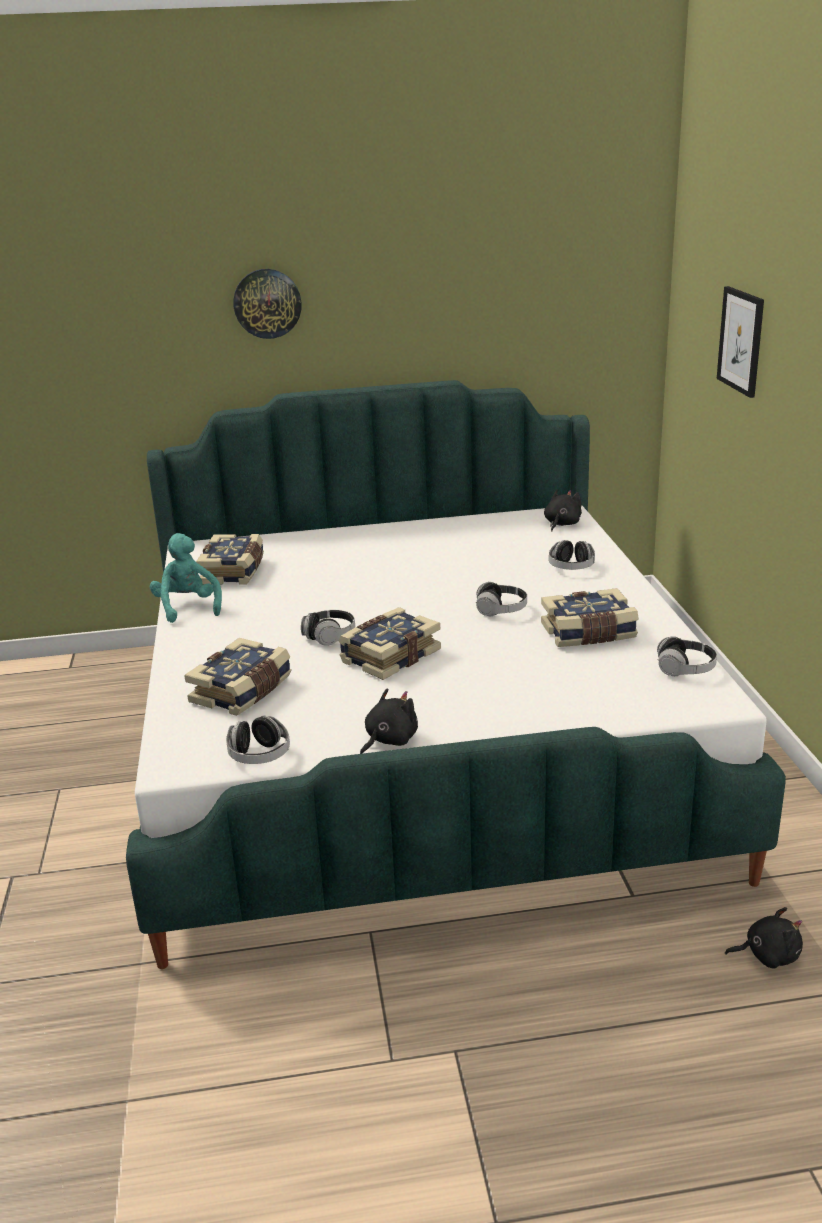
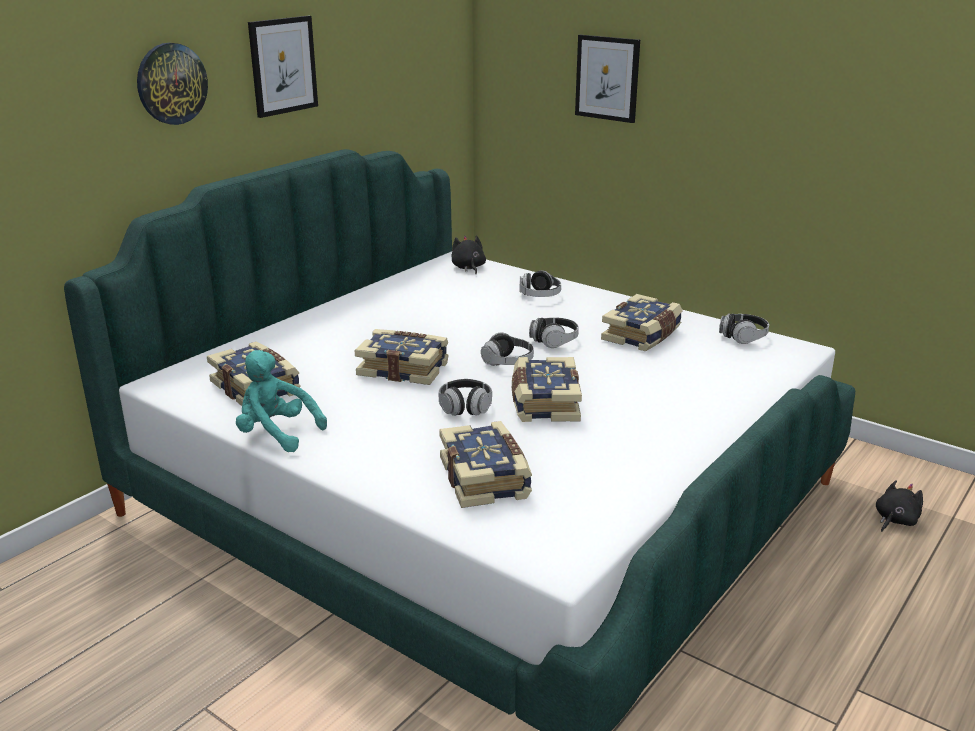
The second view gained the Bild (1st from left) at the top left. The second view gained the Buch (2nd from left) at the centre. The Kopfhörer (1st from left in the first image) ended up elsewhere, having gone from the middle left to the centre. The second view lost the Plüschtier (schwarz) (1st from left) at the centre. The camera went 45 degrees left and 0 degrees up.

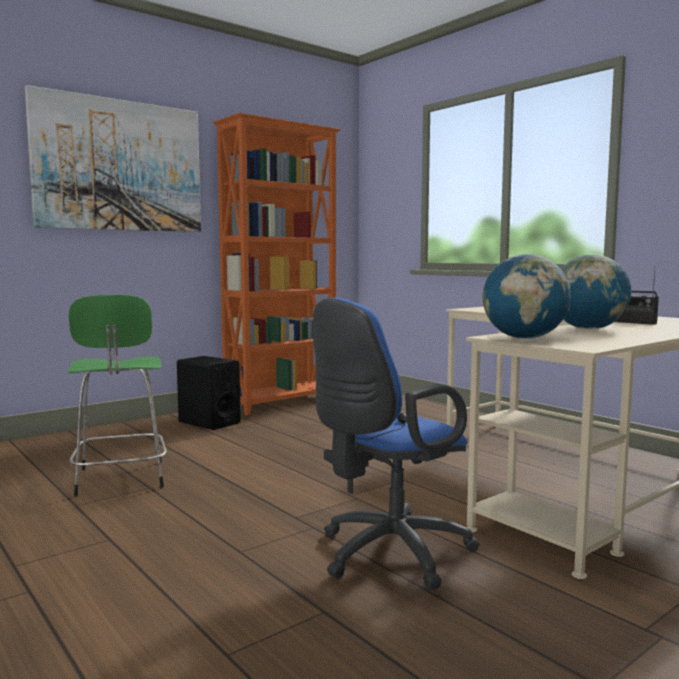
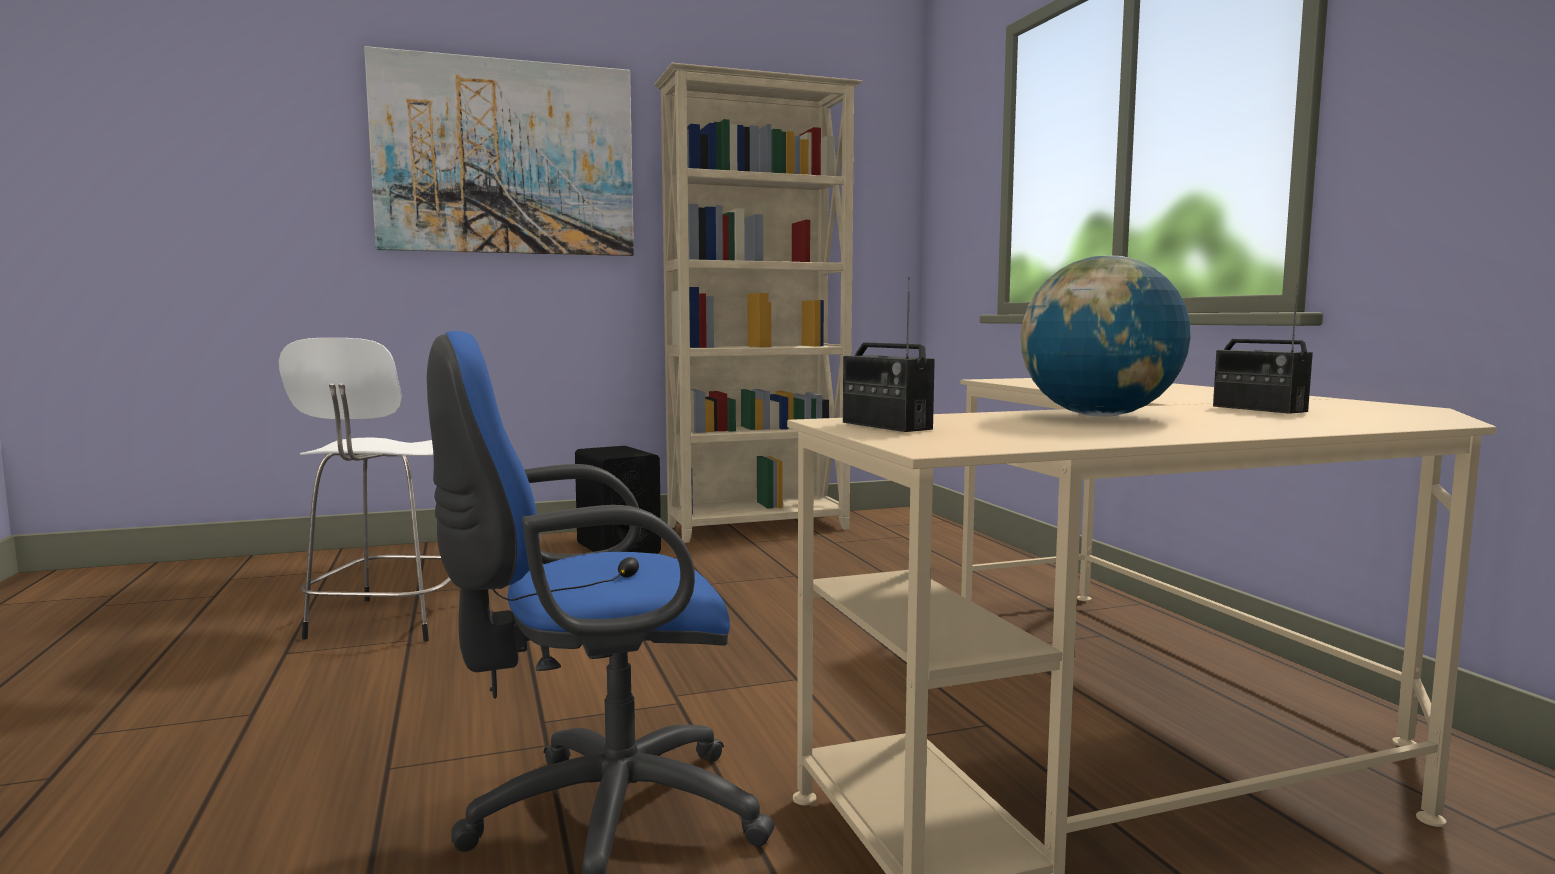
What was the Hocker (grün) at the middle left turned into the Hocker (weiß) at the middle left. What was the Bücherregal (orange) at the centre turned into the Bücherregal (beige) at the centre. Where the Globus (1st from left) stood at the middle right, the Radio (1st from left) came to stand at the centre. The camera went 20 degrees right and 0 degrees up.

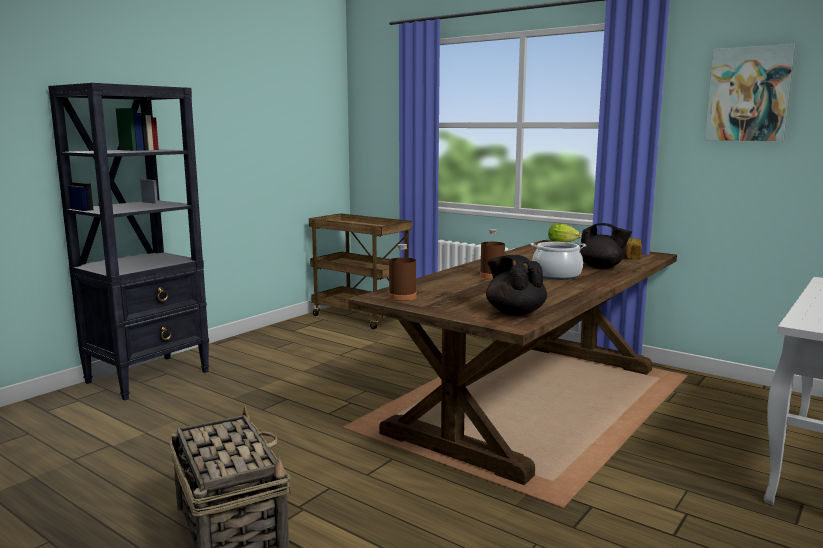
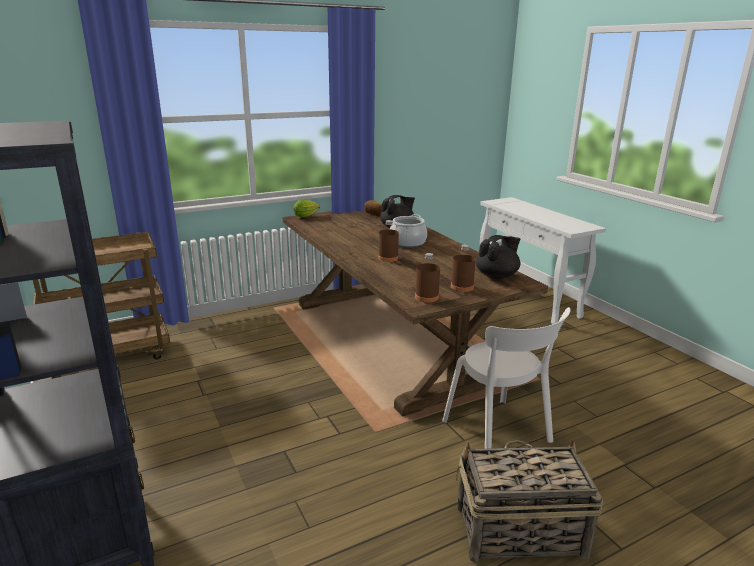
The second view gained the Stuhl (weiß) at the bottom right. The second view gained the Flasche (braun) (3rd from left) at the centre. The Teekanne (schwarz) (1st from left in the first image) at the centre ended up facing another way, 150 degrees clockwise from before. The second view lost the Bild at the top right. The camera went 65 degrees left and 10 degrees up.

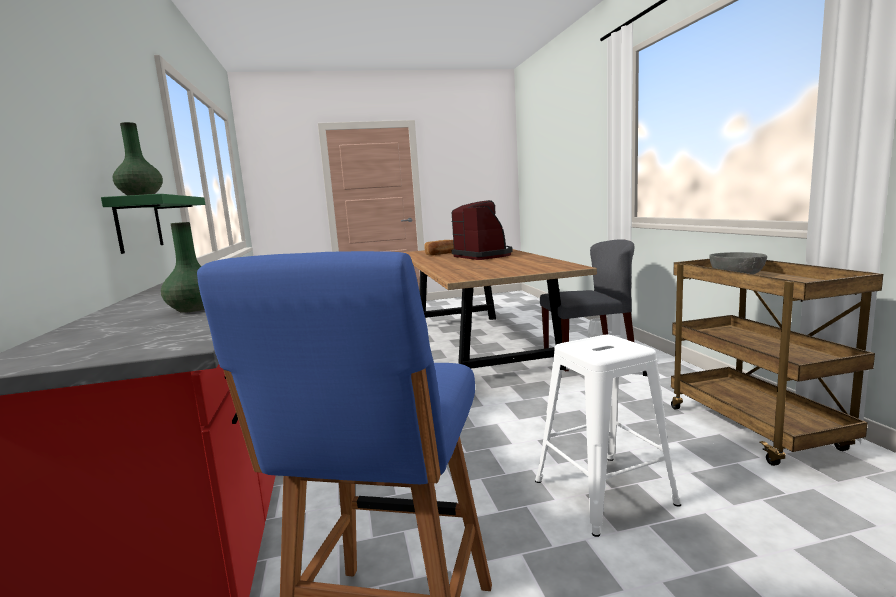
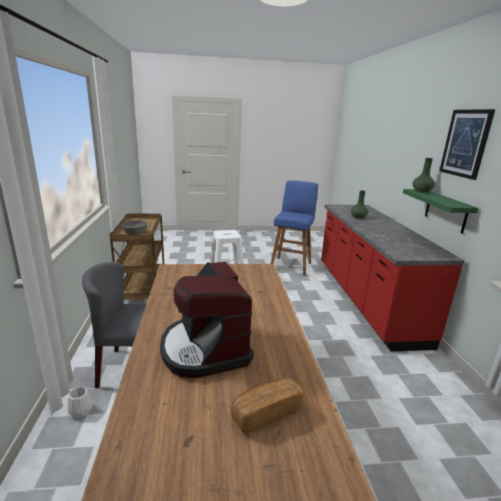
The second view gained the Bild at the top right. The camera went 175 degrees left and 10 degrees up.

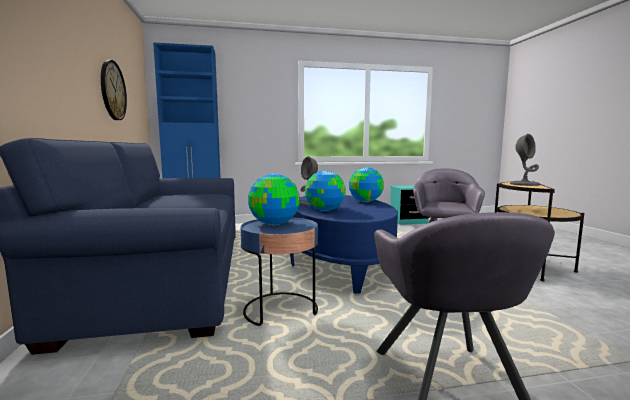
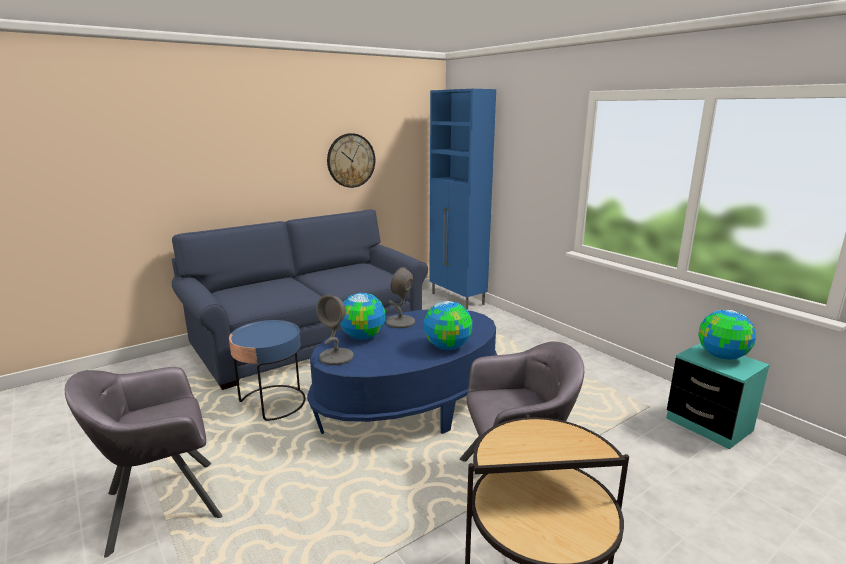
The Tischlampe (grau) (2nd from left in the first image) ended up elsewhere, having gone from the middle right to the centre. The Globus (1st from left in the first image) ended up elsewhere, having gone from the centre to the middle right. The camera went 65 degrees right and 10 degrees up.

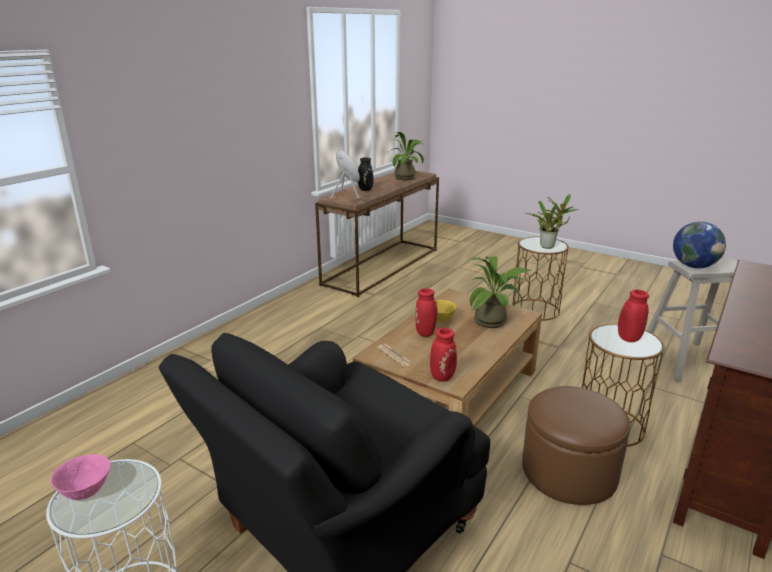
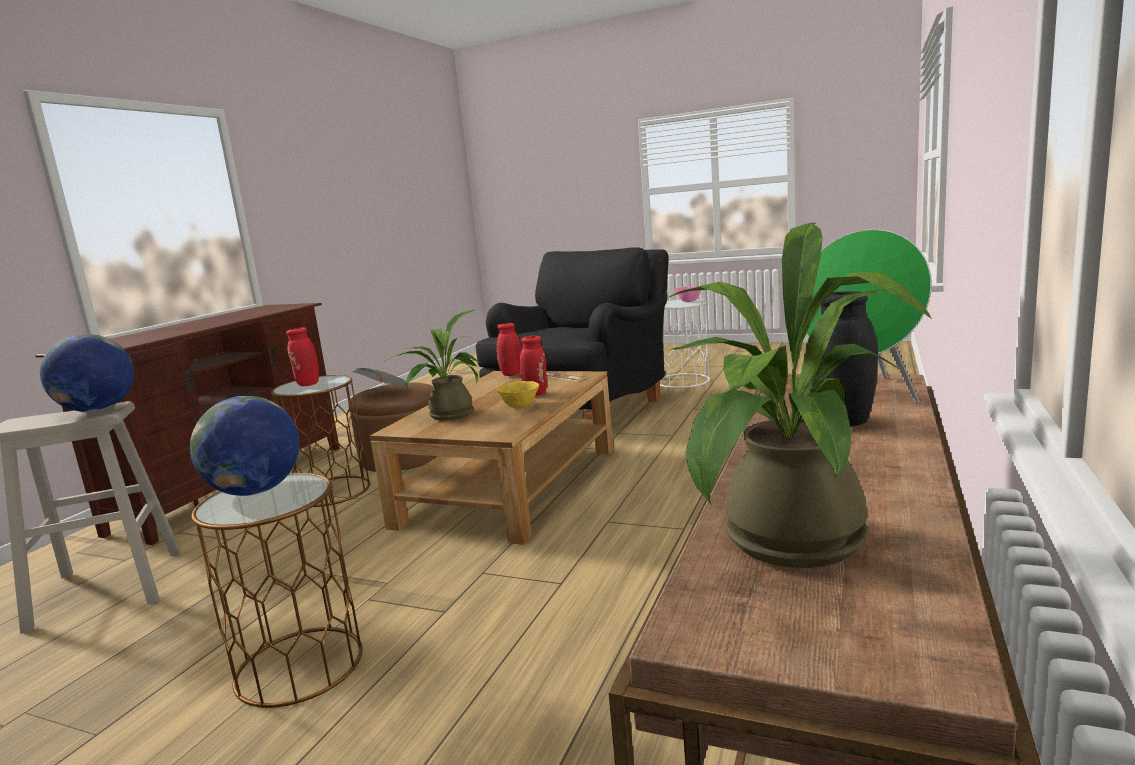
Where the Topfpflanze (3rd from left) stood at the middle right, the Globus (2nd from left) came to stand at the middle left. The second view gained the Zeitung (1st from left) at the centre. The camera went 170 degrees right and 10 degrees down.

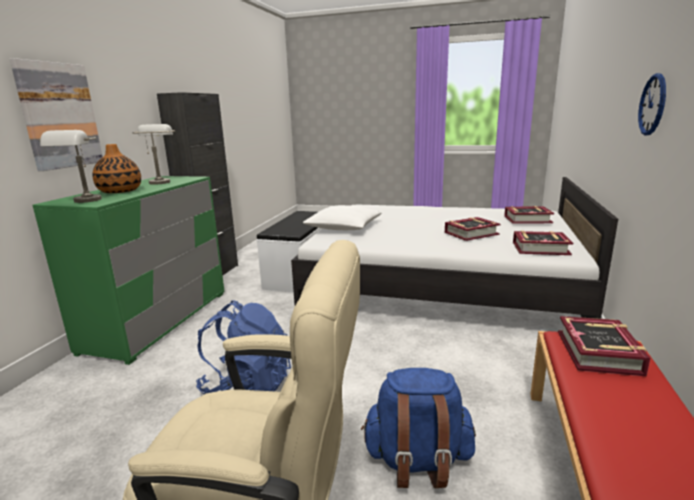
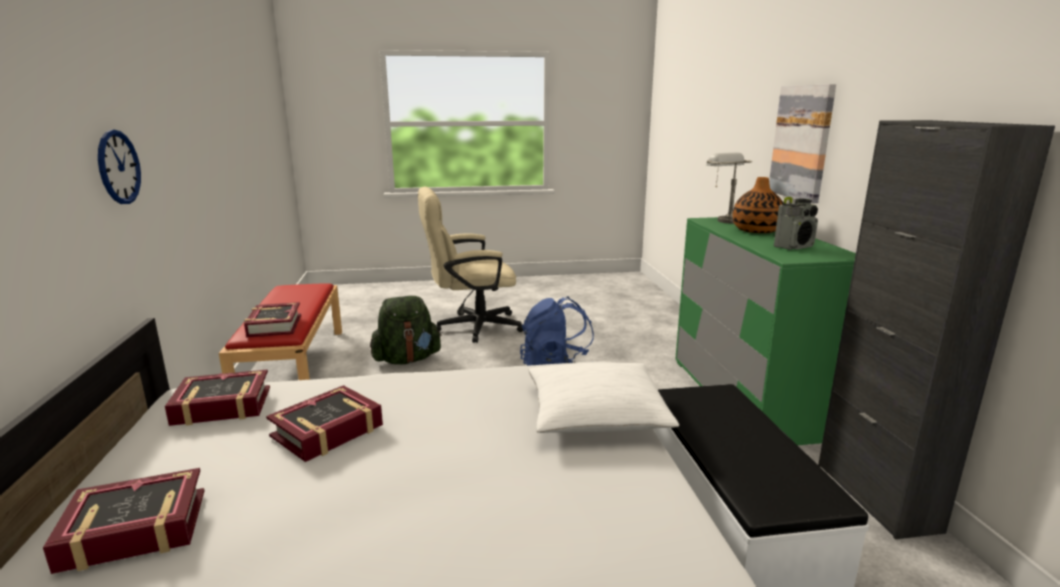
What was the Rucksack (blau) (2nd from left) at the bottom centre turned into the Rucksack (grün) at the centre. Where the Tischlampe (grau) (2nd from left) stood at the top left, the Radio came to stand at the middle right. The camera went 155 degrees right and 0 degrees up.

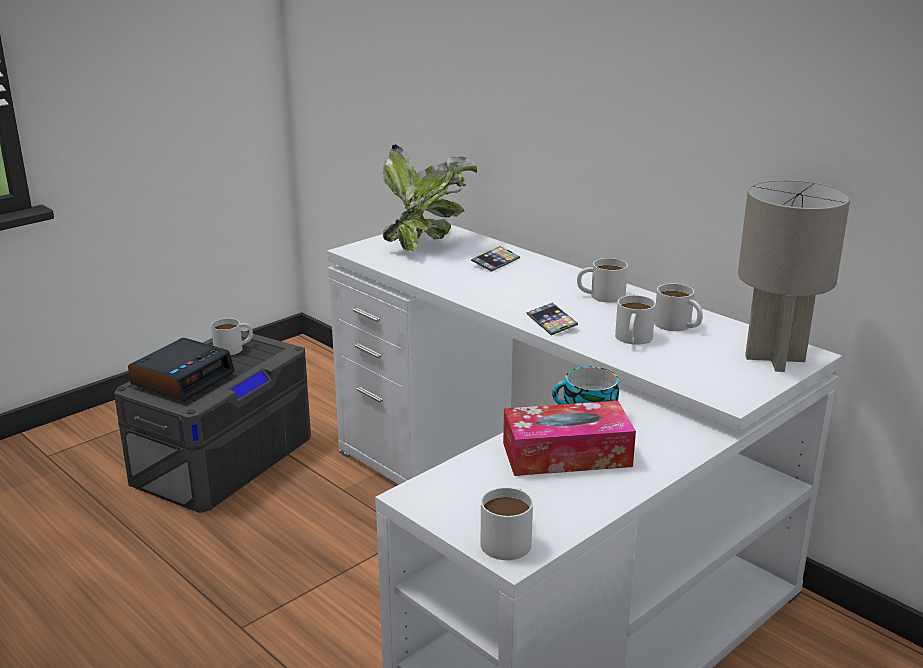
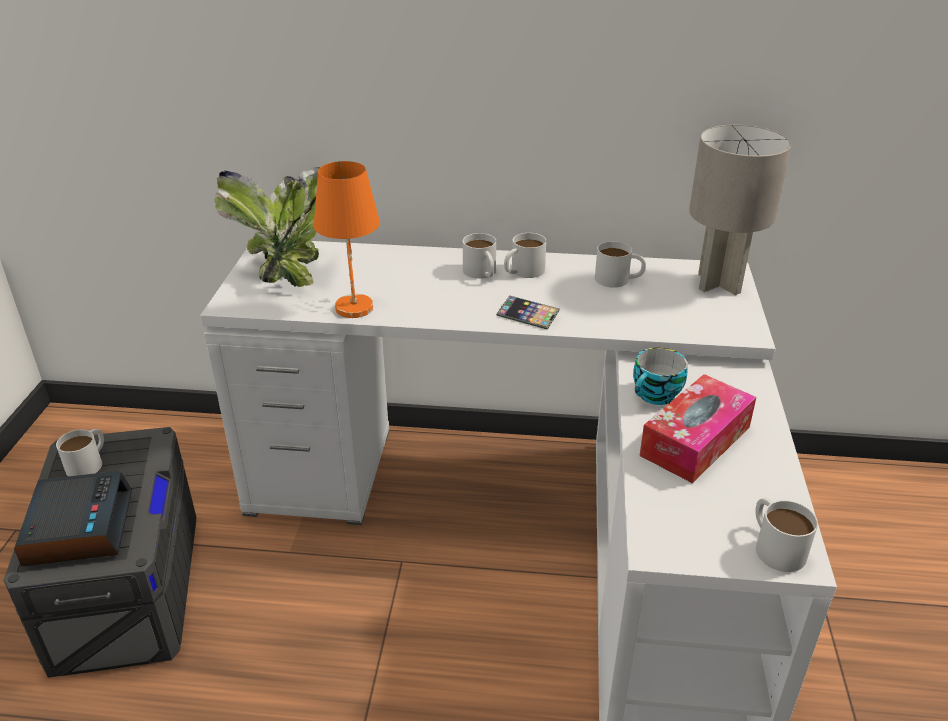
The second view gained the Tischlampe (orange) at the top centre. The Henkelbecher (weiß) (4th from left in the first image) ended up elsewhere, having gone from the middle right to the centre. The second view lost the Handy (1st from left) at the centre. The camera went 40 degrees left and 10 degrees up.

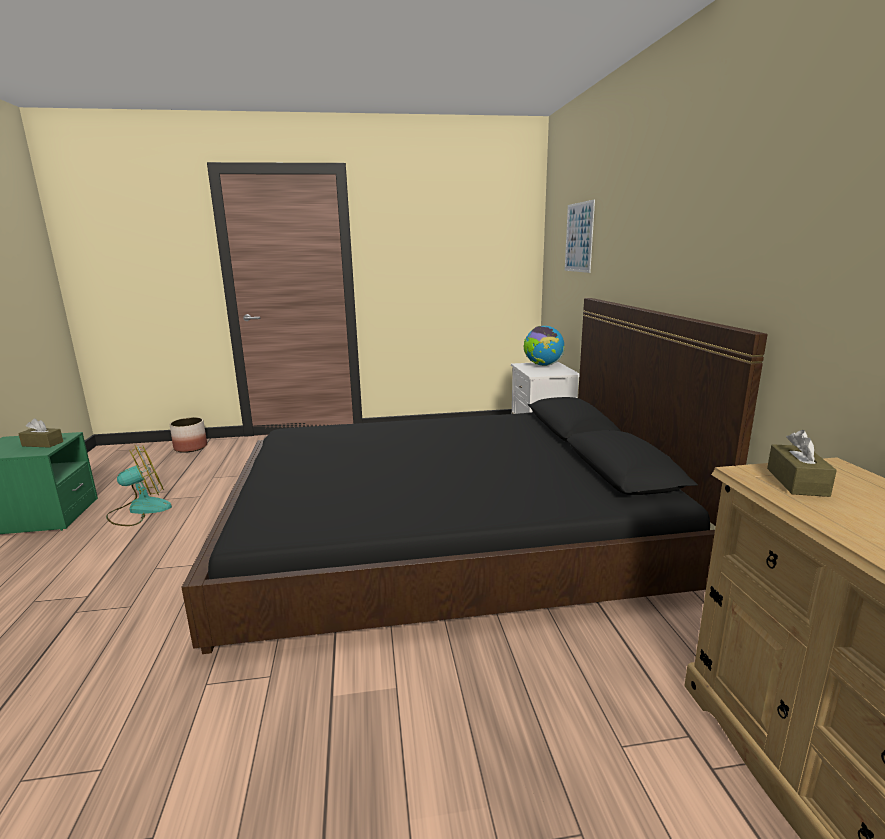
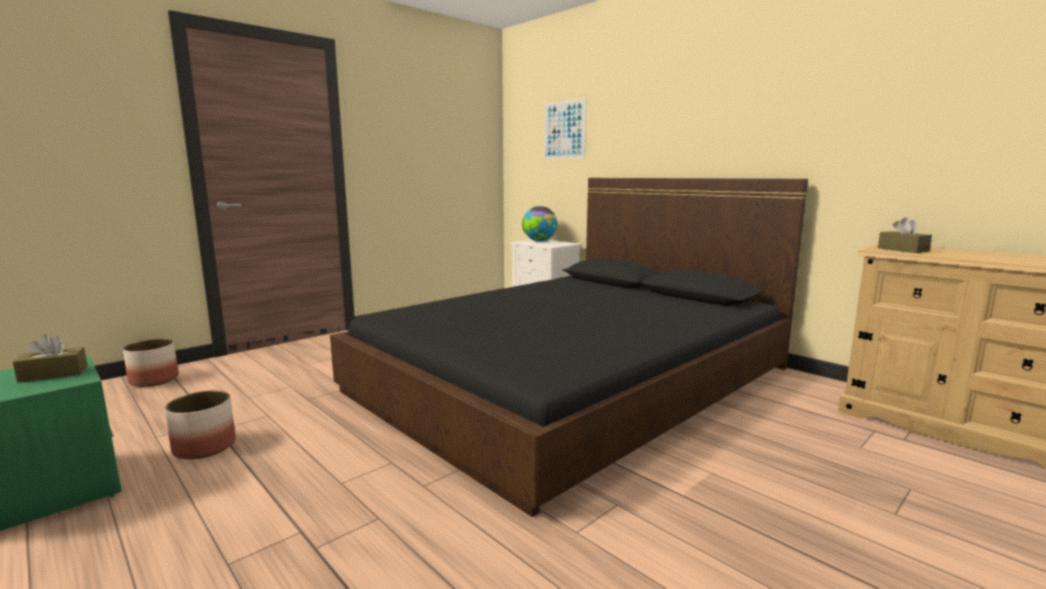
Where the Ventilator stood at the middle left, the Pflanzkübel (2nd from left) came to stand at the bottom left. The camera went 35 degrees left and 5 degrees down.

